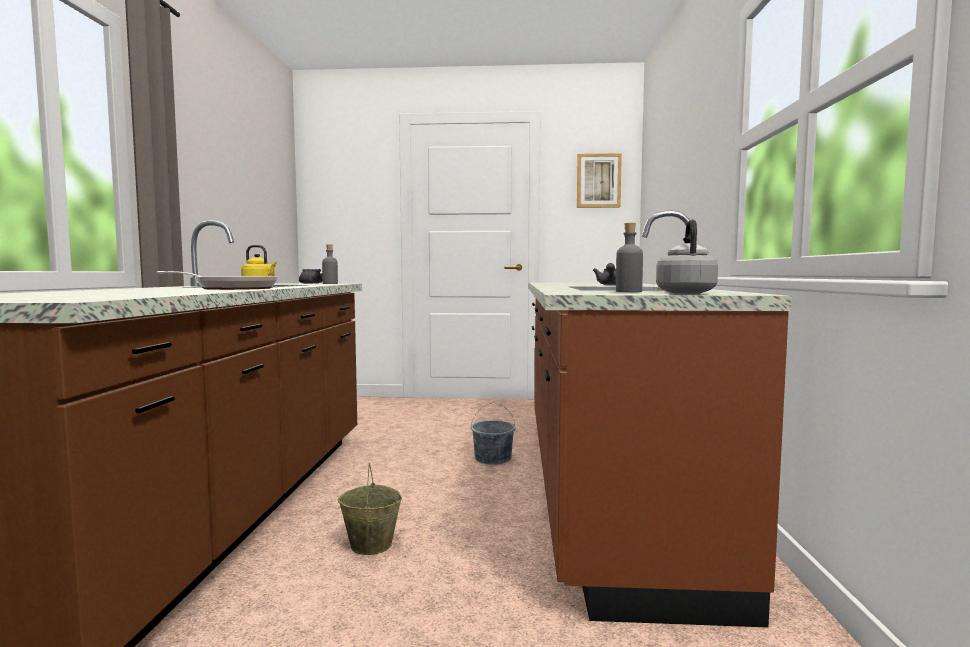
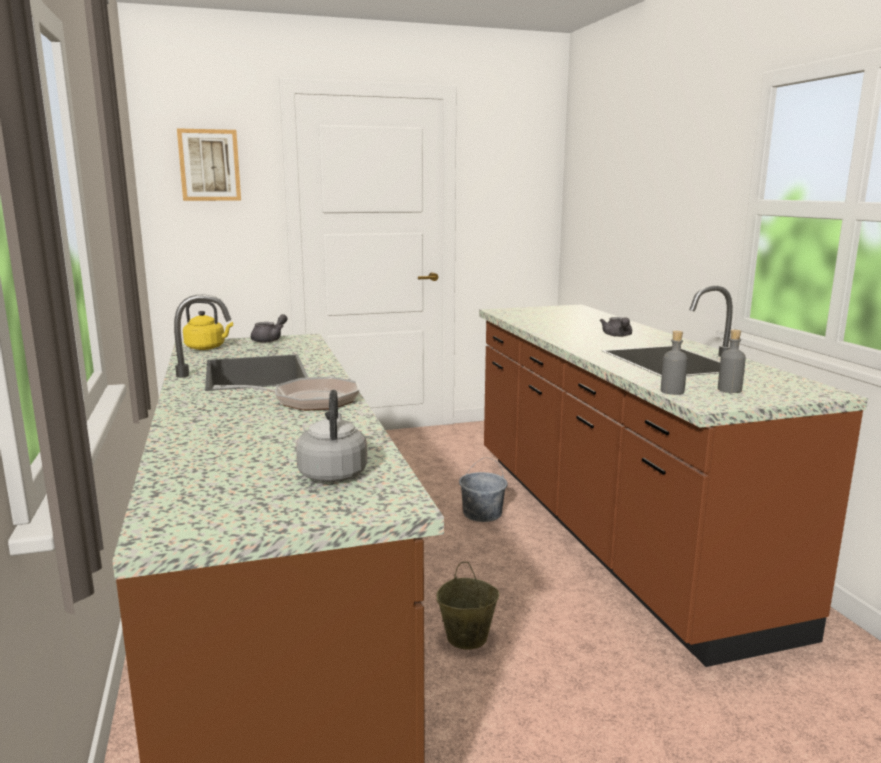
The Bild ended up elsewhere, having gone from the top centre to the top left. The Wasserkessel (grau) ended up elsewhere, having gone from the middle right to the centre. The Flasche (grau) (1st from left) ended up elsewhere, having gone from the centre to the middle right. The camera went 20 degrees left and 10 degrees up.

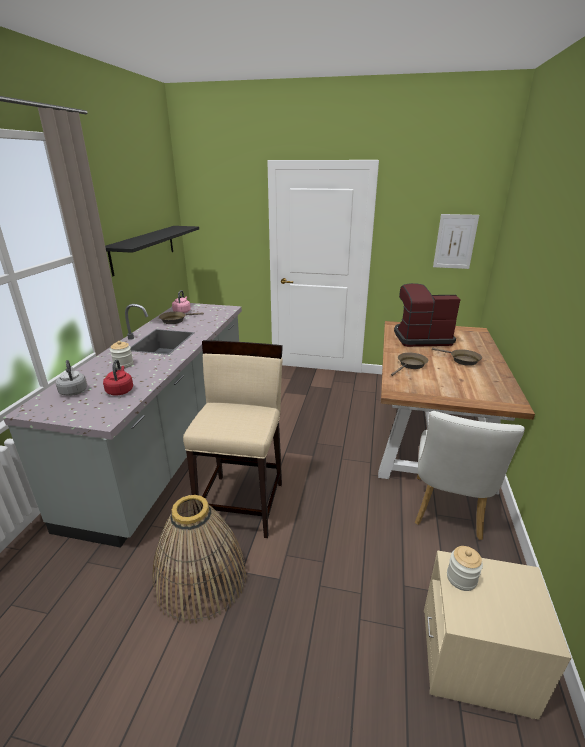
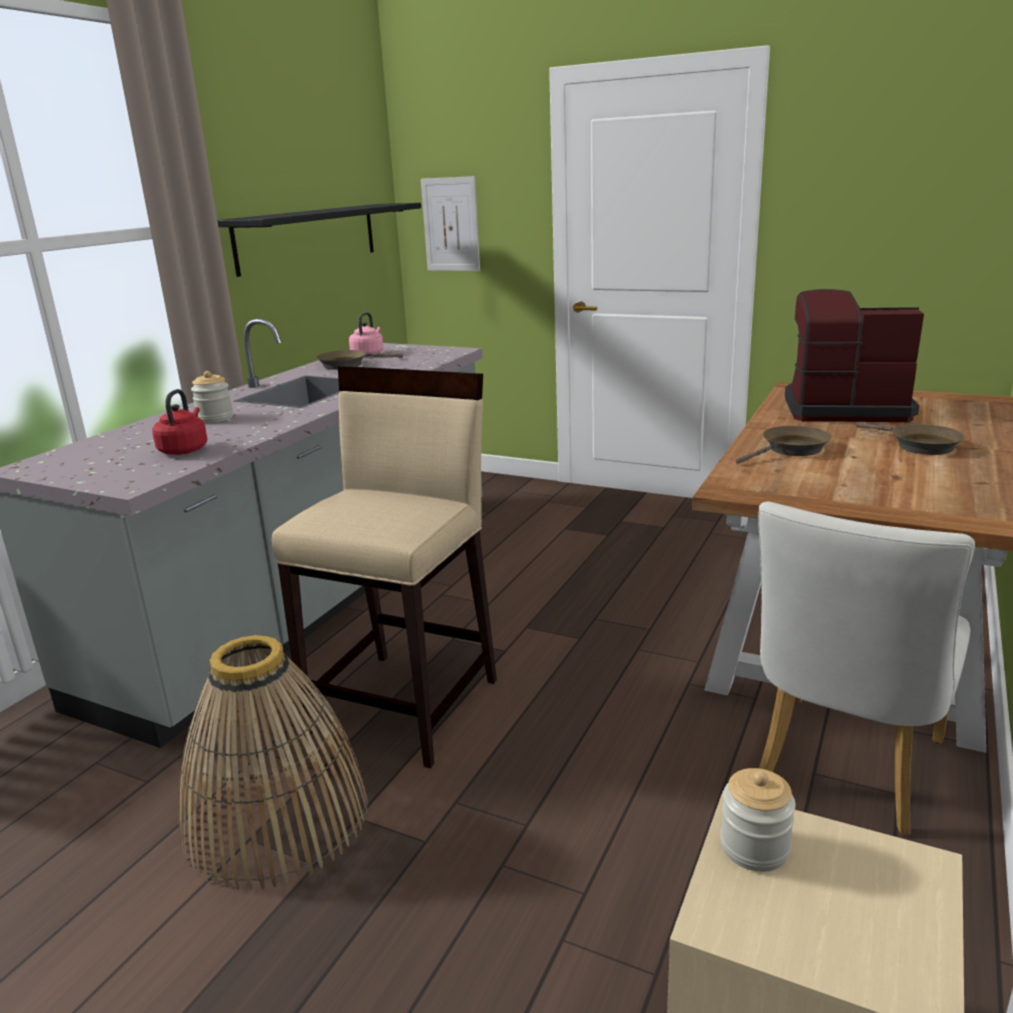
The Bild ended up elsewhere, having gone from the top right to the top centre. The second view lost the Wasserkessel (grau) at the middle left. The camera went 15 degrees right and 5 degrees down.

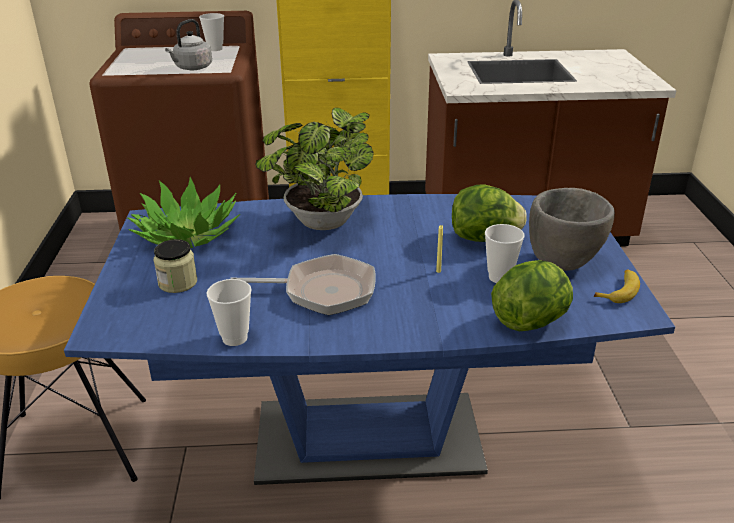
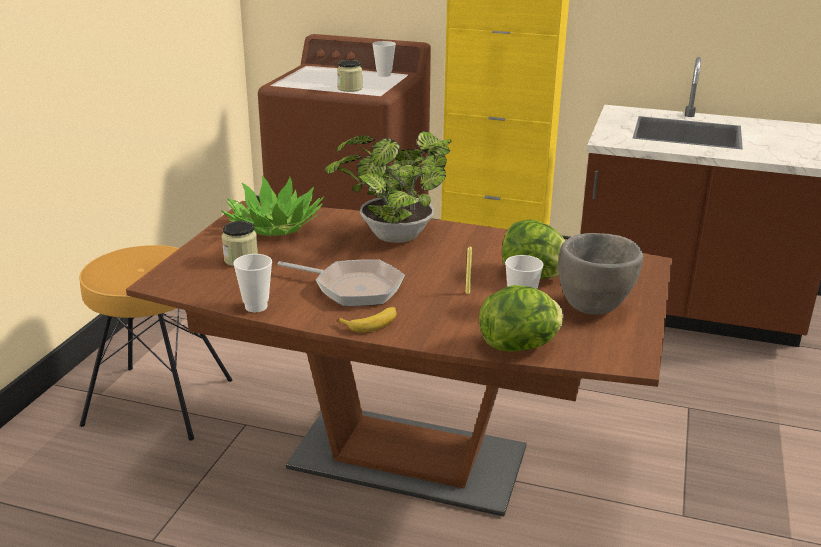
What was the Esstisch (blau) at the centre turned into the Esstisch (braun) at the centre. Where the Wasserkessel (grau) stood at the top left, the Vorratsglas (2nd from left) came to stand at the top centre. The Banane ended up elsewhere, having gone from the middle right to the centre. The camera went 20 degrees right and 5 degrees down.

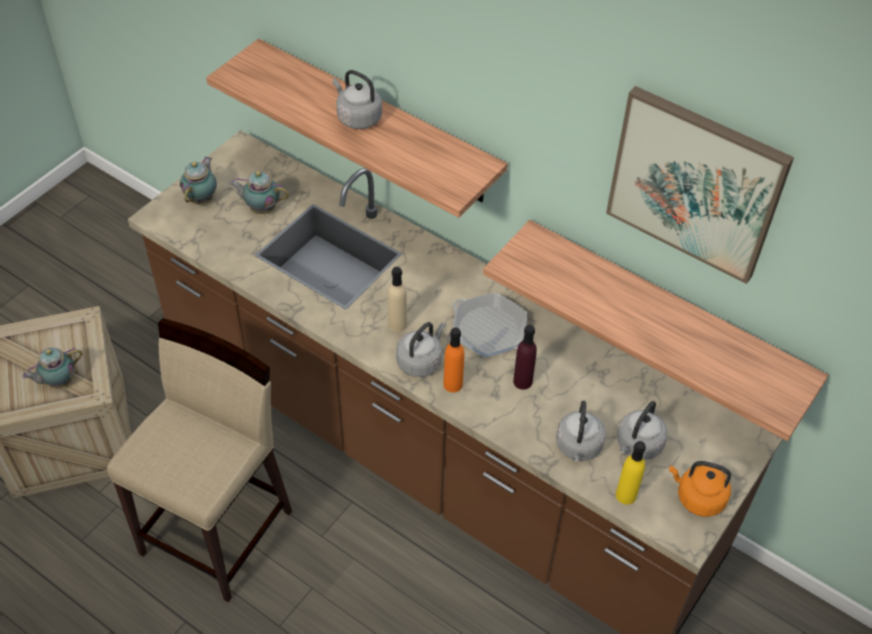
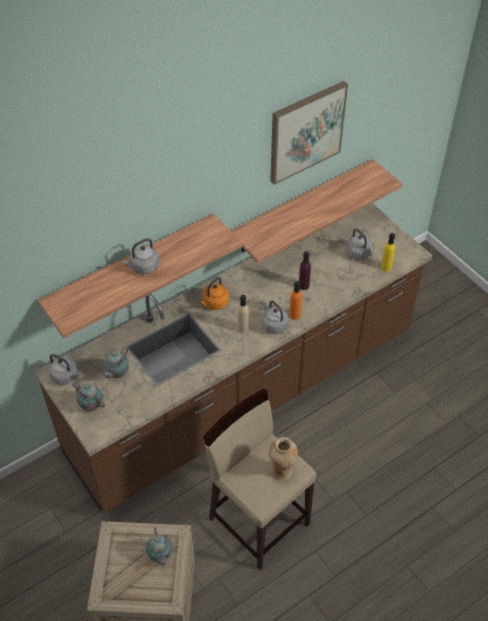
The Wasserkessel (grau) (3rd from left in the first image) ended up elsewhere, having gone from the bottom centre to the middle left. The Wasserkessel (orange) ended up elsewhere, having gone from the bottom right to the centre. The second view gained the Vase at the bottom centre. The second view lost the Pfanne at the centre. The camera went 70 degrees left and 0 degrees up.

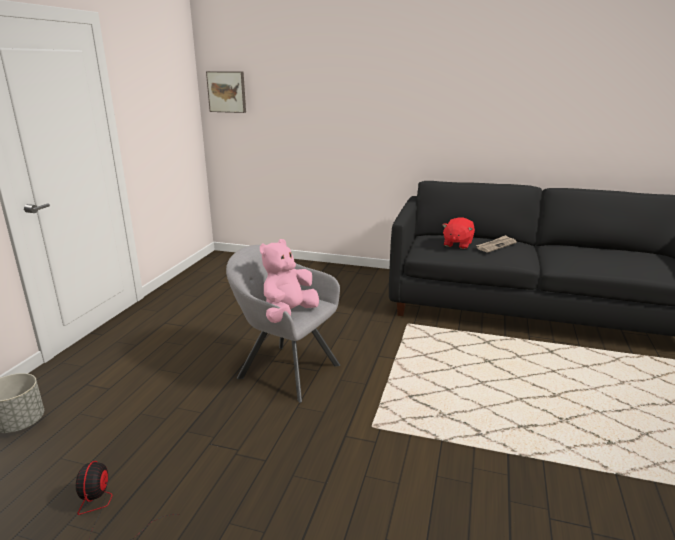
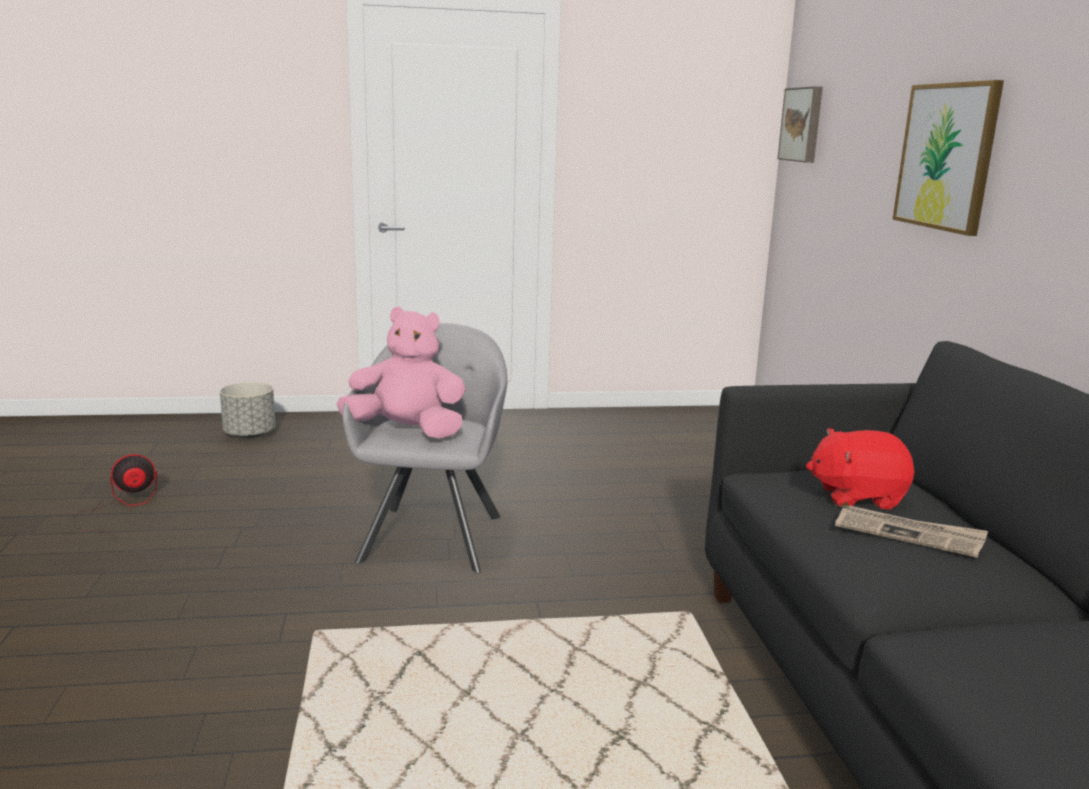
The second view gained the Bild (2nd from left) at the top right. The camera went 65 degrees right and 5 degrees down.

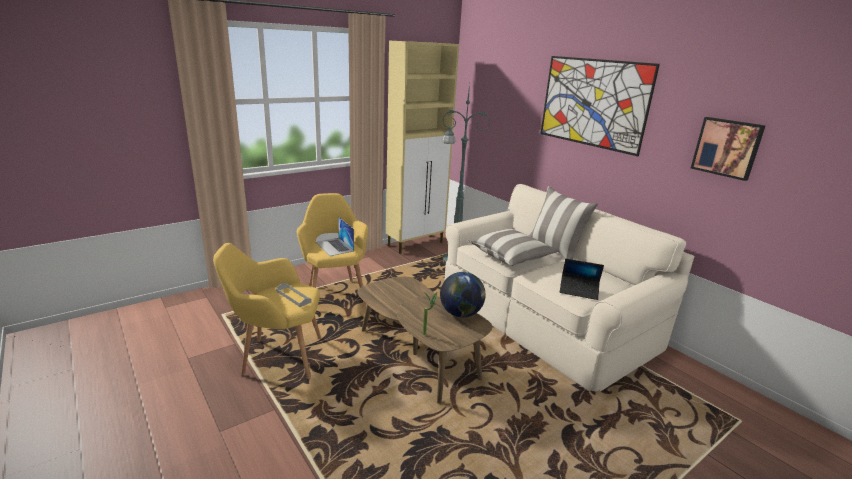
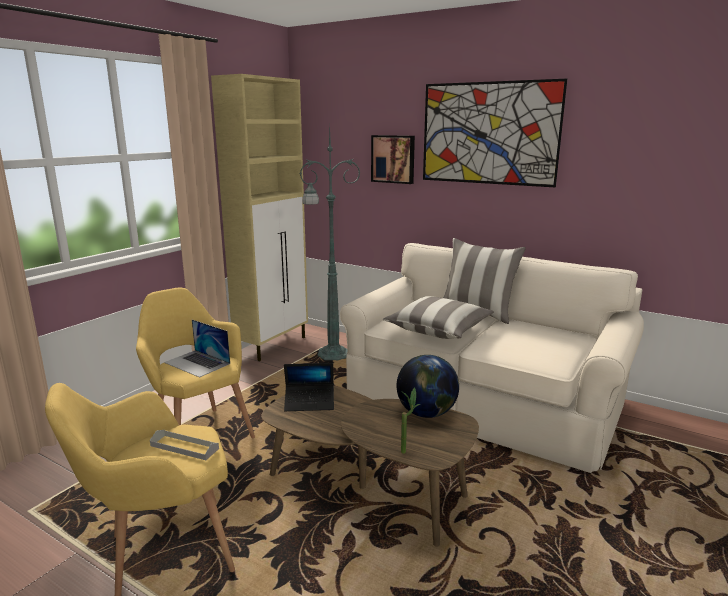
The Laptop (2nd from left) ended up elsewhere, having gone from the middle right to the centre. The Bild (2nd from left in the first image) ended up elsewhere, having gone from the top right to the top centre. The camera went 20 degrees left and 5 degrees down.

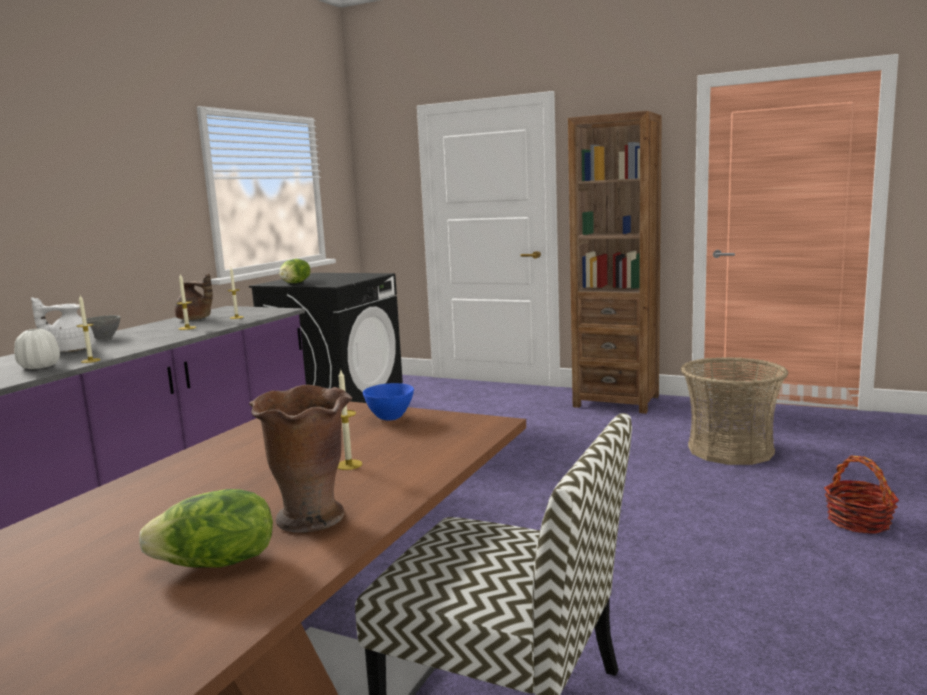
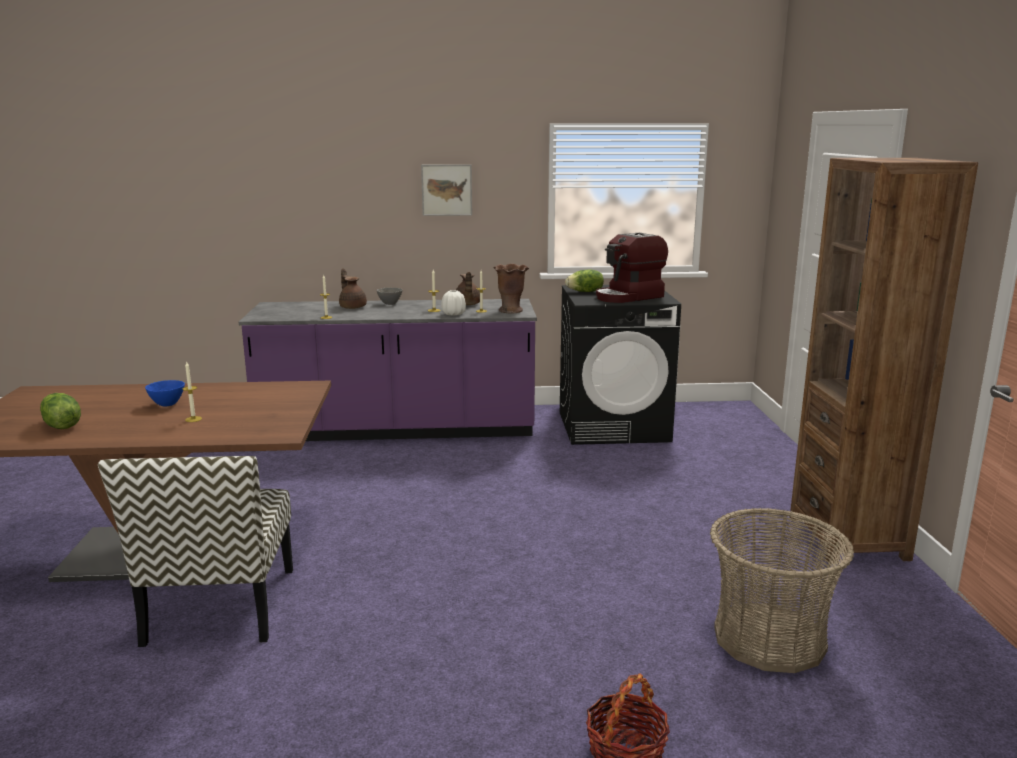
The Schüssel (blau) ended up elsewhere, having gone from the centre to the middle left. What was the Teekanne (weiß) at the middle left turned into the Teekanne (braun) (1st from left) at the centre. The second view gained the Bild at the top centre. The Vase (weiß) ended up elsewhere, having gone from the middle left to the centre. The Vase (braun) ended up elsewhere, having gone from the middle left to the centre. The second view gained the Kaffeemaschine at the centre. The camera went 60 degrees right and 5 degrees up.

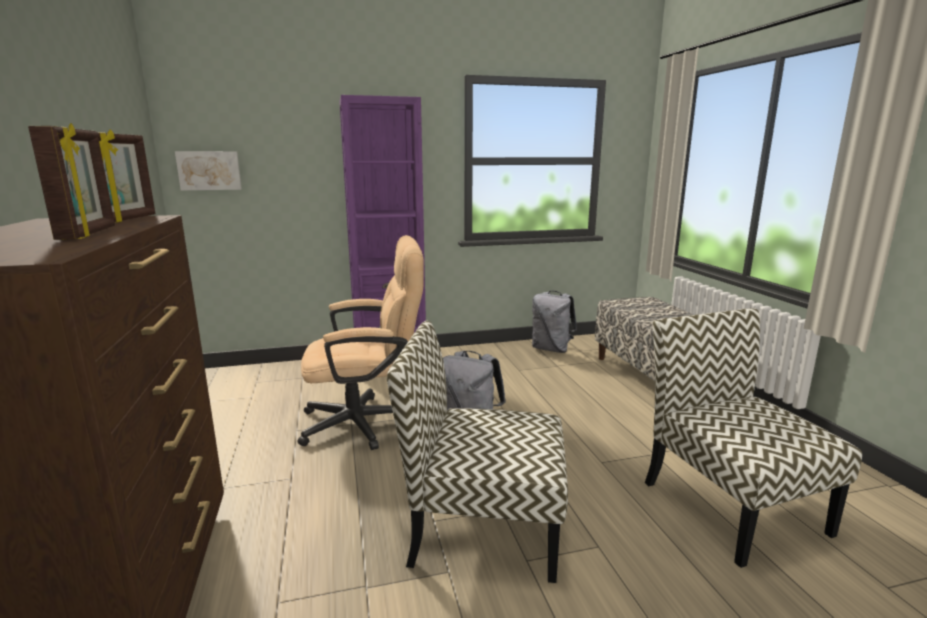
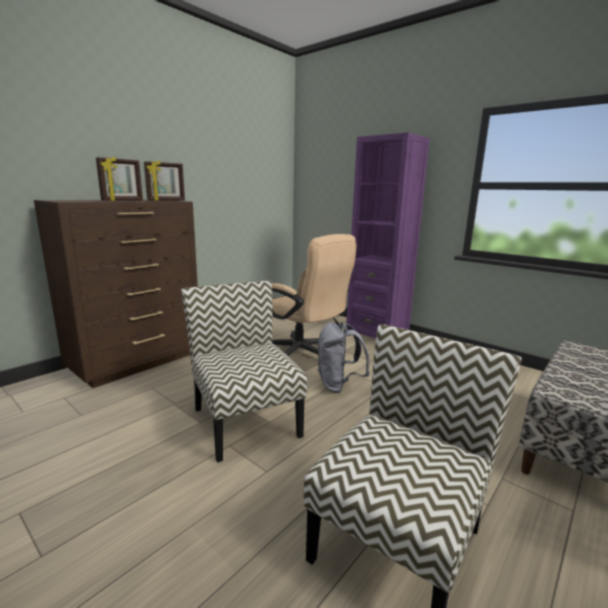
The second view lost the Bild at the top left. The second view lost the Rucksack (grau) (2nd from left) at the centre. The camera went 55 degrees right and 0 degrees up.

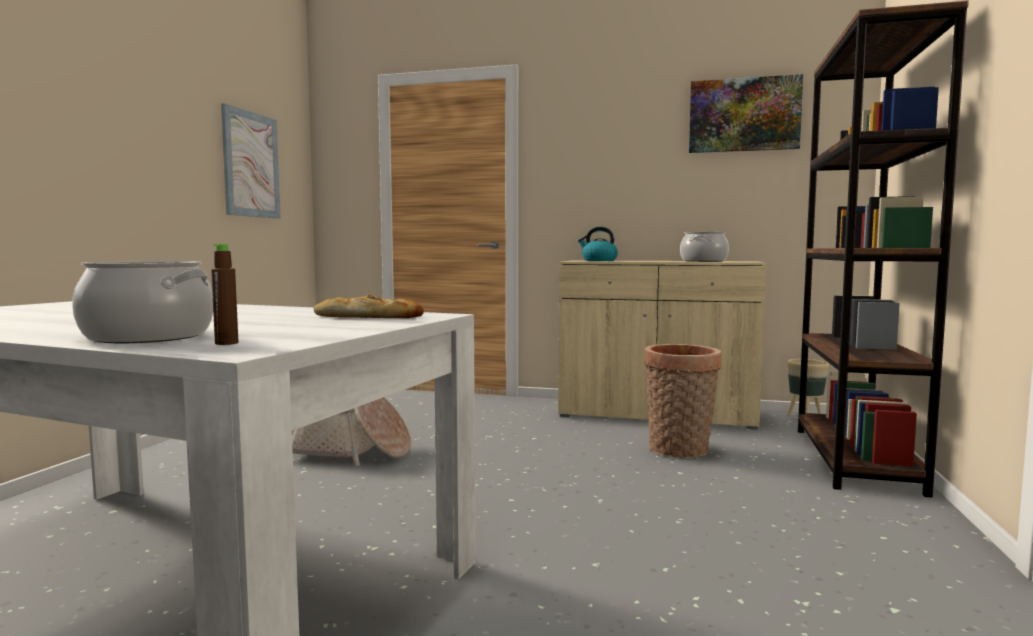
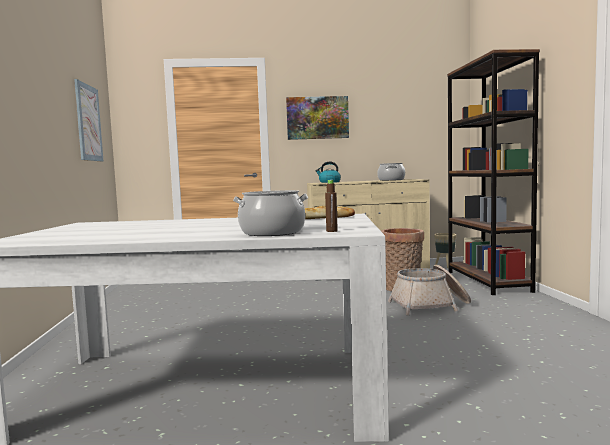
The Bild (2nd from left) ended up elsewhere, having gone from the top right to the top centre. The Korb (1st from left in the first image) ended up elsewhere, having gone from the bottom centre to the middle right. The camera went 20 degrees left and 0 degrees up.

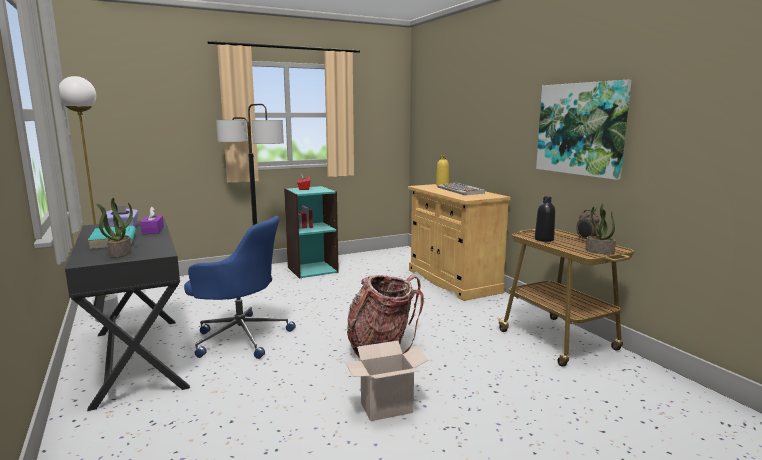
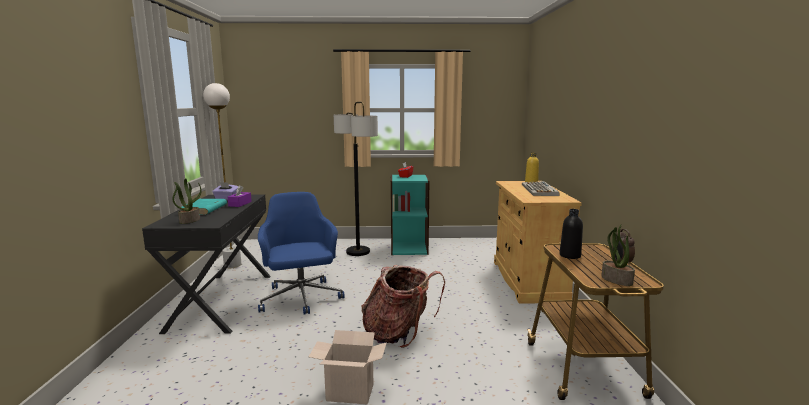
The Bürostuhl (blau) at the middle left ended up facing another way, 150 degrees counterclockwise from before. The second view lost the Bild at the top right. The camera went 25 degrees right and 0 degrees up.

